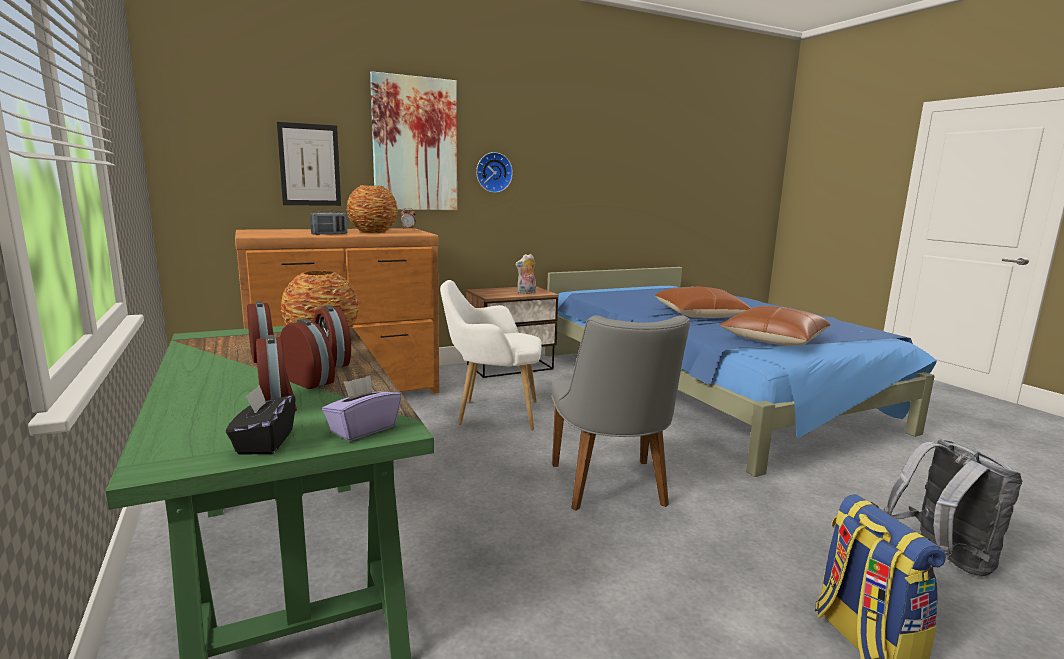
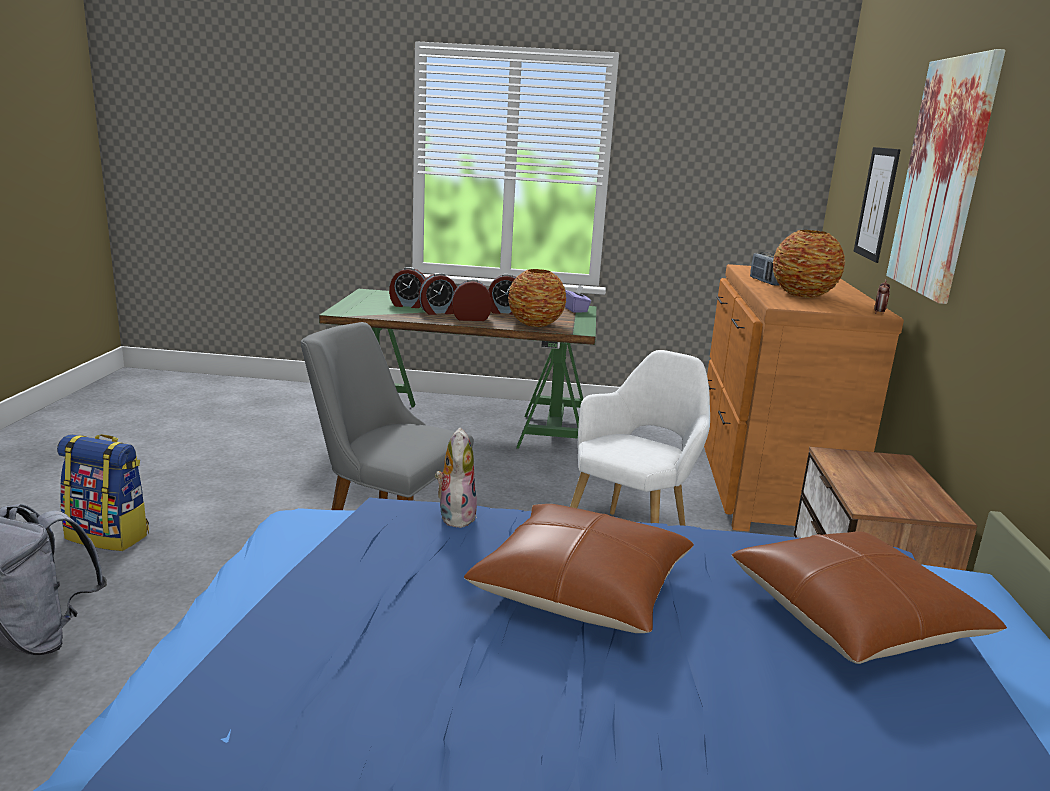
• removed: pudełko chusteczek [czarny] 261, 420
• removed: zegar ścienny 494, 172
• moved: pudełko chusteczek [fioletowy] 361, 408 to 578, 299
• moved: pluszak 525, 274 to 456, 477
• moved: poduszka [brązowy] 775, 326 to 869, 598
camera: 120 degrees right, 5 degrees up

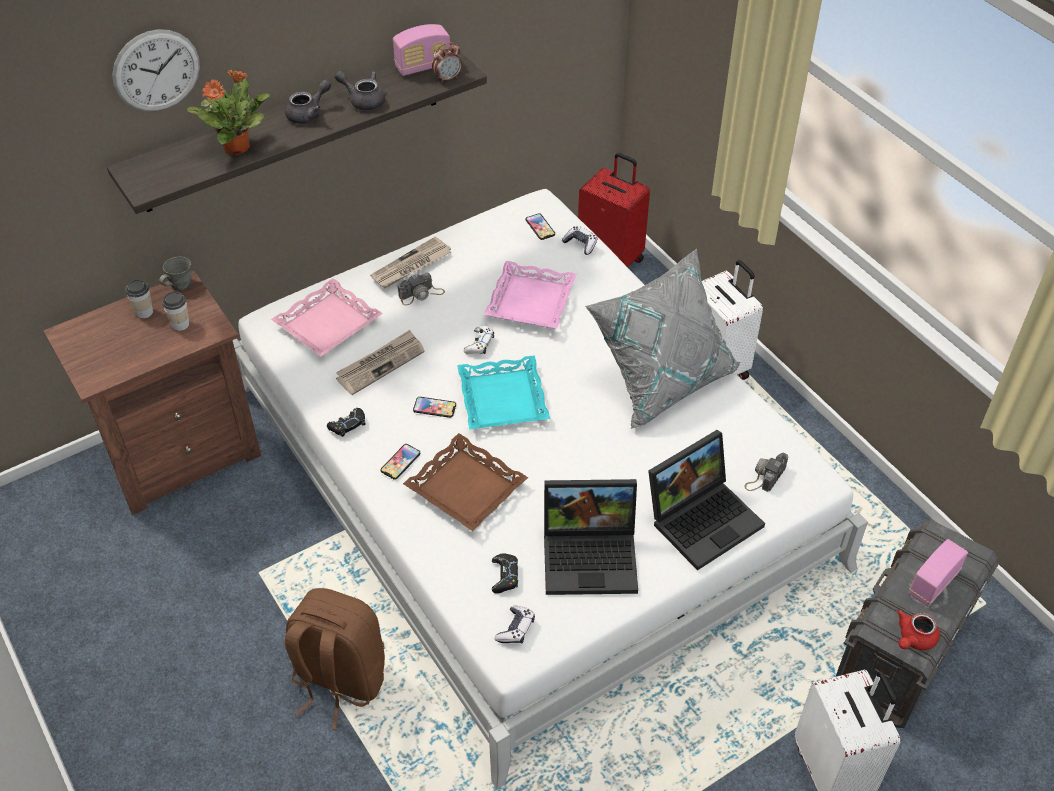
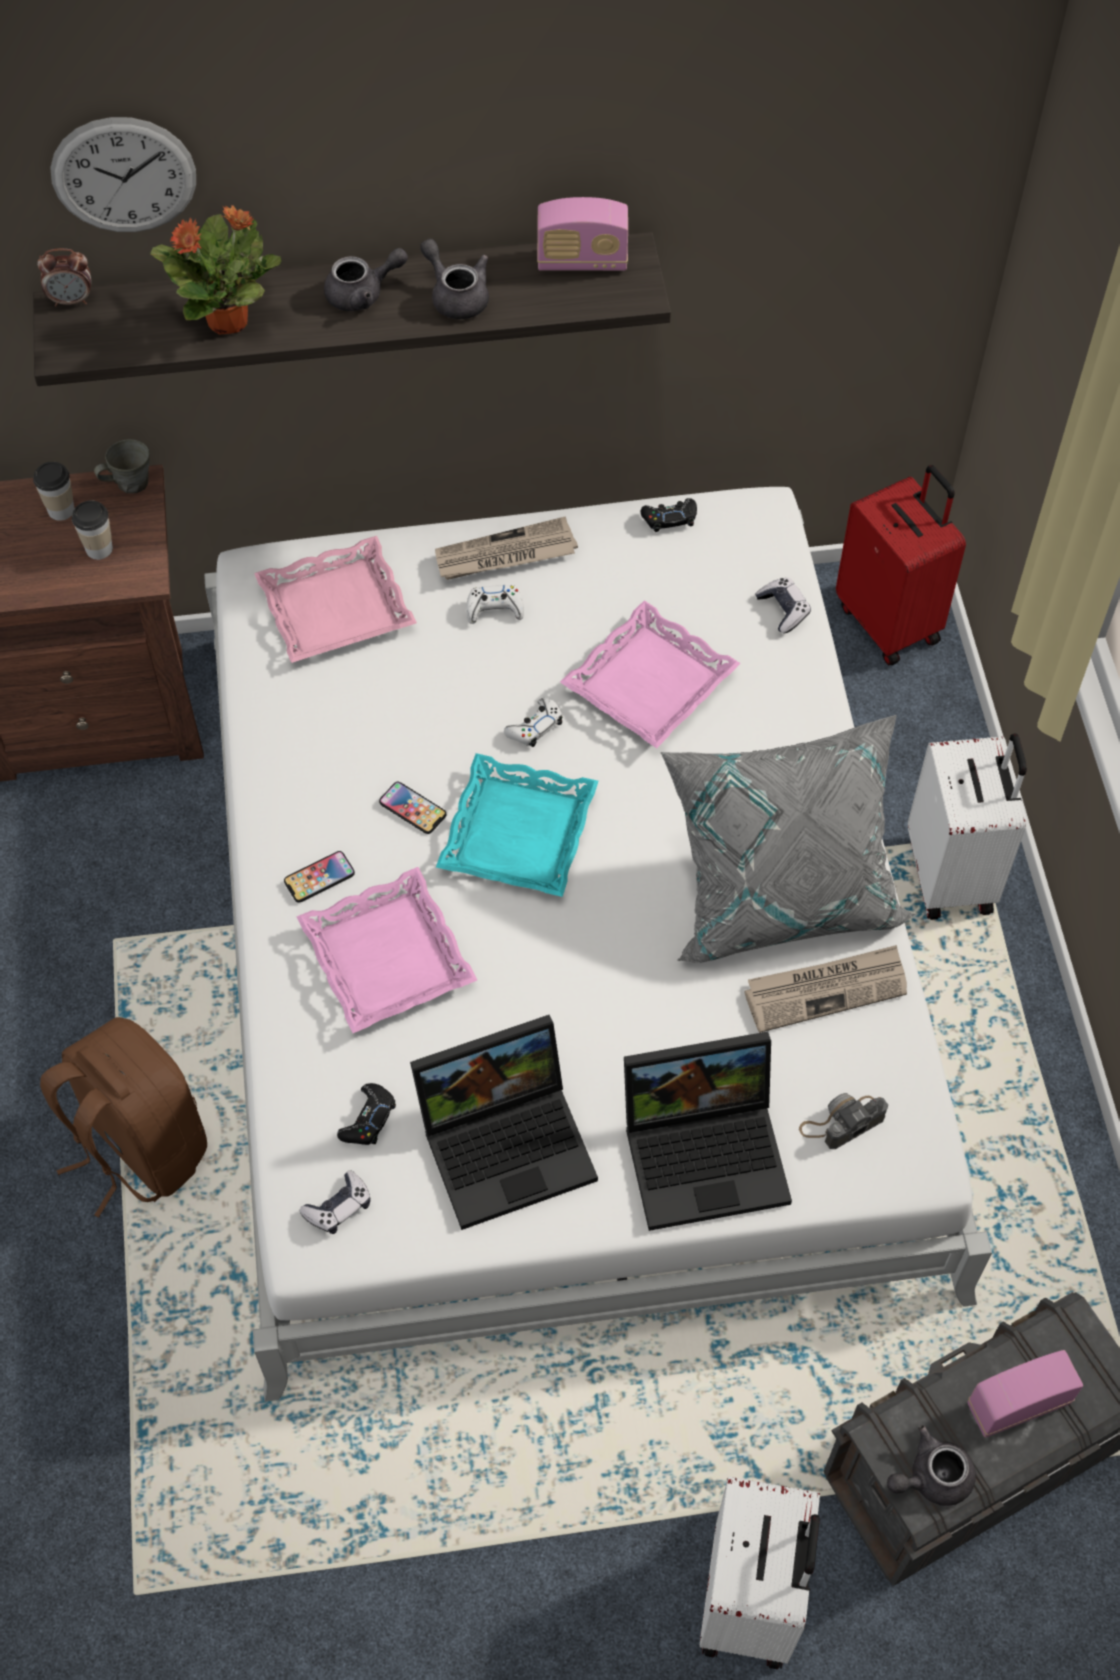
• removed: telefon 540, 226
• moved: pad do gier [czarny] 346, 422 to 669, 515
• moved: gazeta 380, 362 to 825, 989
• moved: budzik 447, 62 to 64, 277
• replaced: aparat fotograficzny 421, 289 to pad do gier [biały] 495, 604
• recoloured: taca [brązowy] 465, 482 to taca [różowy] 387, 950
• recoloured: imbryk [czerwony] 918, 630 to imbryk [szary] 931, 1465
• turned: laptop 591, 537 = 504, 1122 45 degrees counterclockwise
camera: 25 degrees right, 10 degrees up

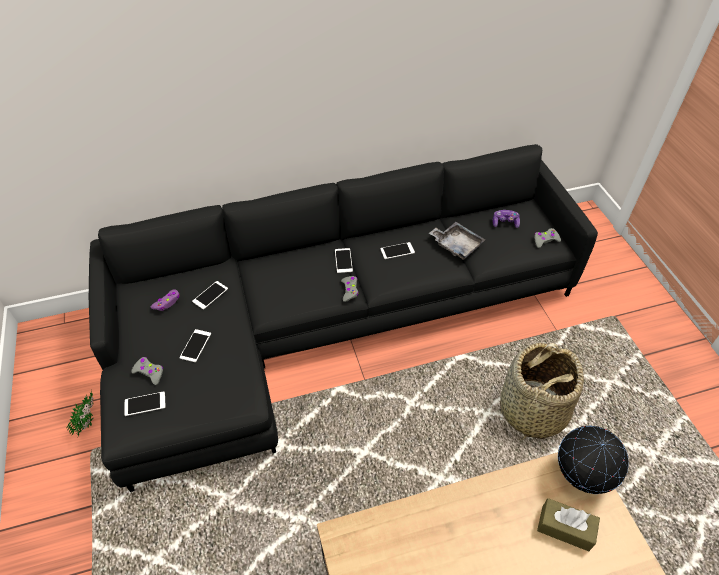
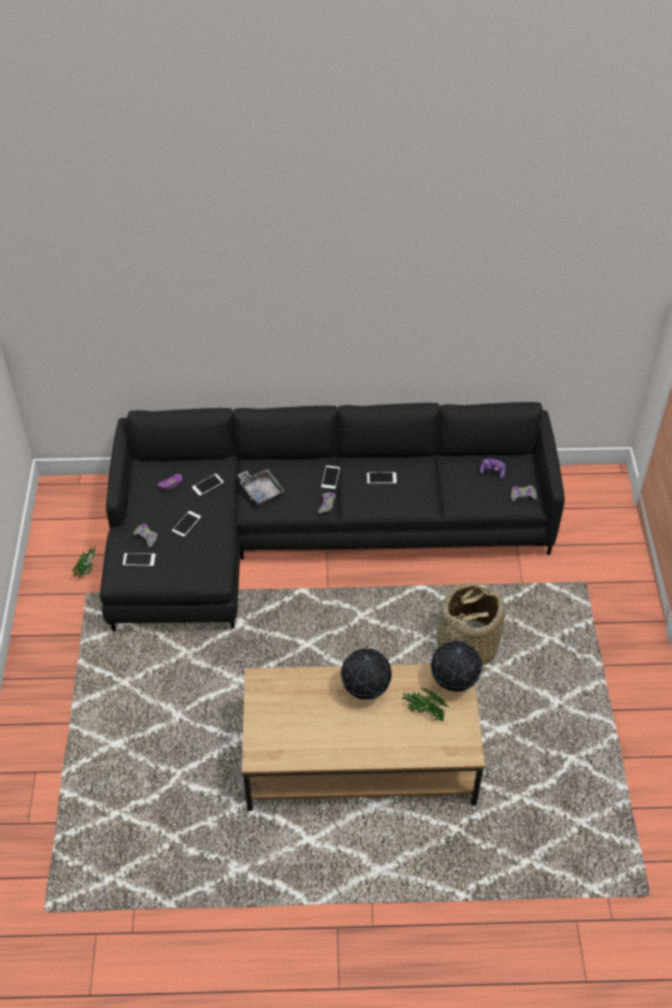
• added: globus 366, 674
• moved: taca [szary] 457, 241 to 261, 486
• replaced: pudełko chusteczek [brązowy] 568, 524 to roślina doniczkowa 425, 704
camera: 15 degrees right, 0 degrees up

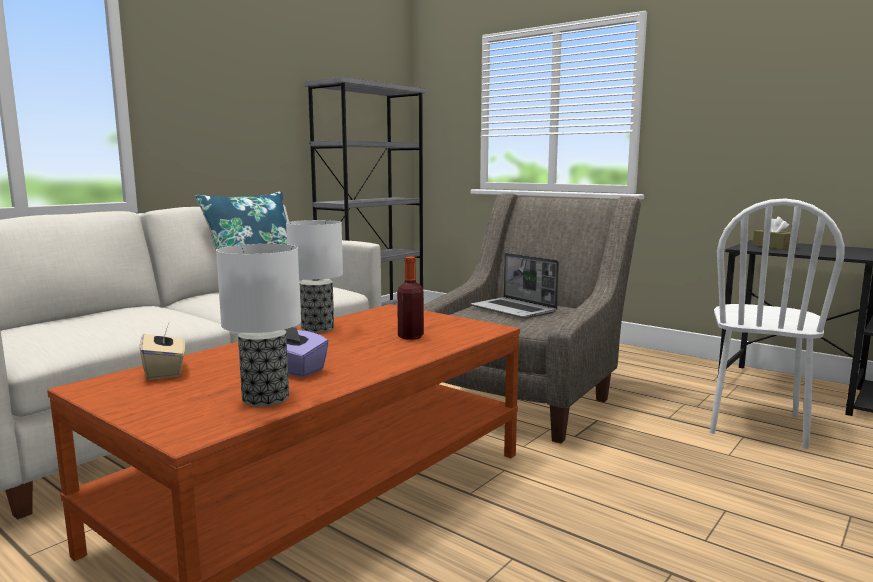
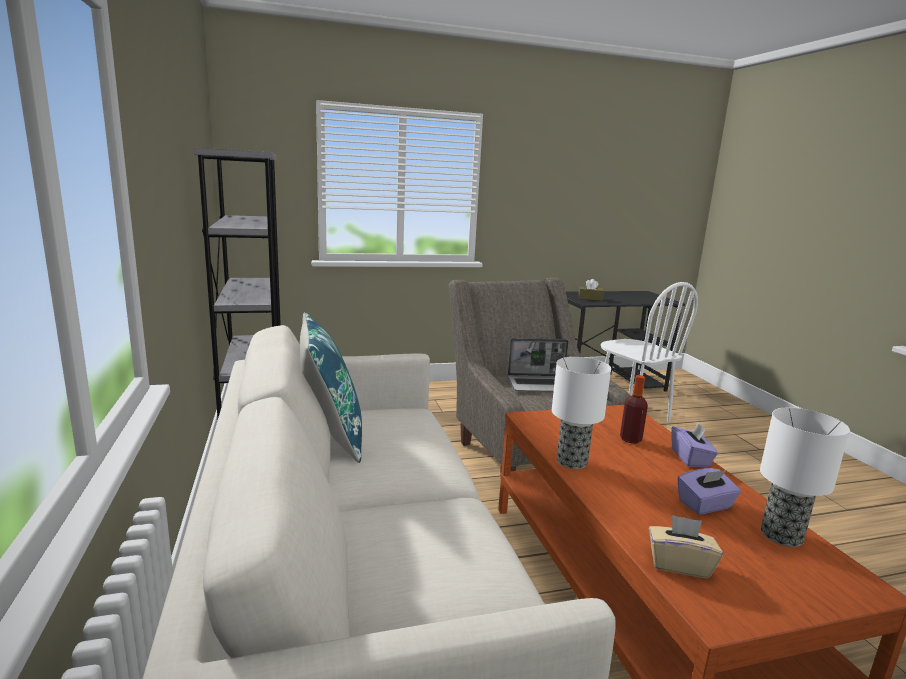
• added: pudełko chusteczek [fioletowy] 694, 445
camera: 55 degrees left, 5 degrees up

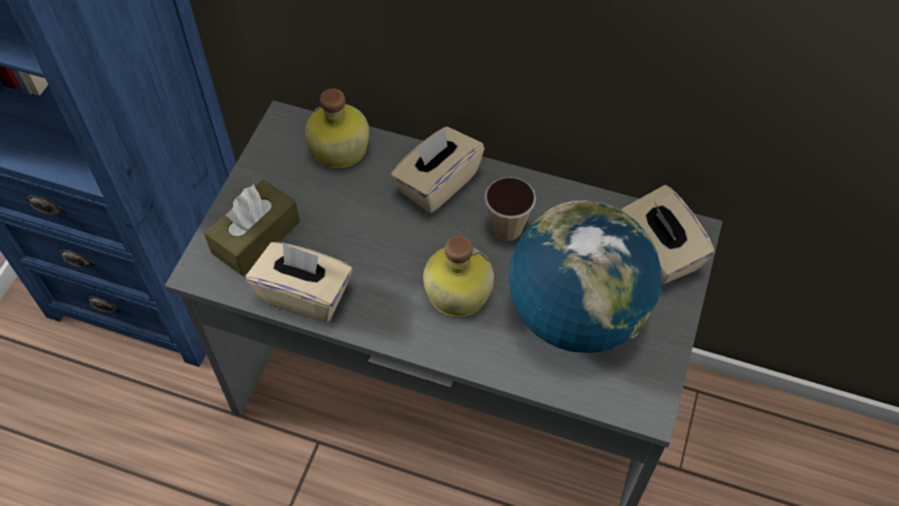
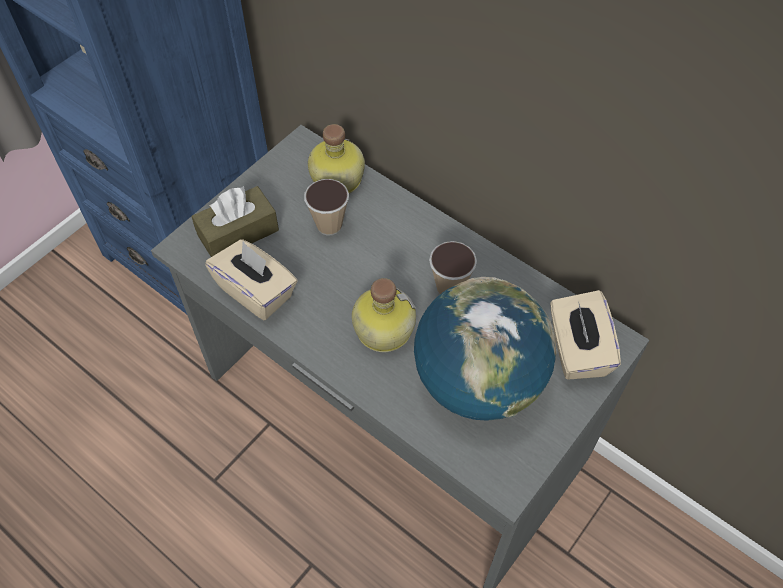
• removed: pudełko chusteczek [beżowy] 437, 169
• added: filiżanka 326, 207
camera: 20 degrees right, 0 degrees up

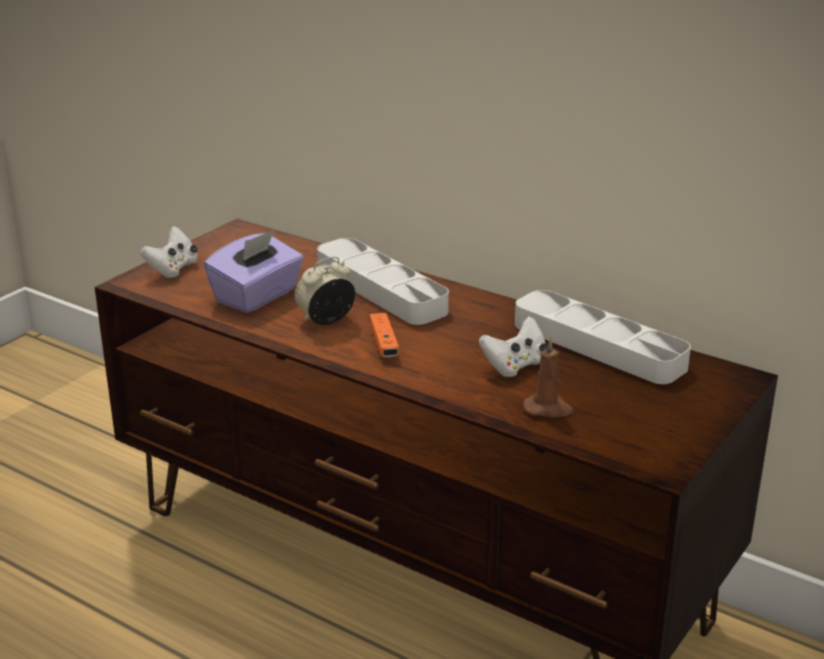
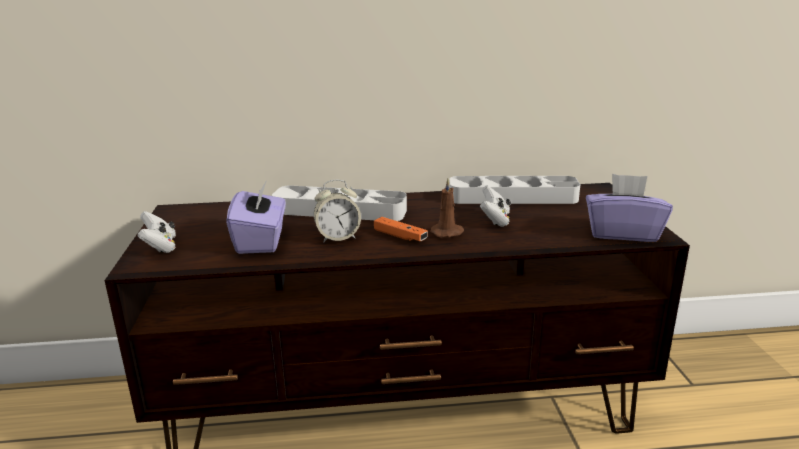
• added: pudełko chusteczek [fioletowy] 629, 208
• moved: świeca [brązowy] 548, 377 to 447, 208
• turned: budzik 325, 291 = 337, 211 120 degrees counterclockwise
camera: 40 degrees left, 5 degrees down

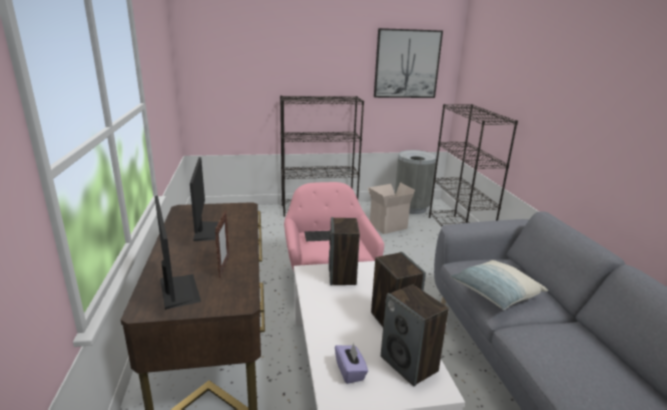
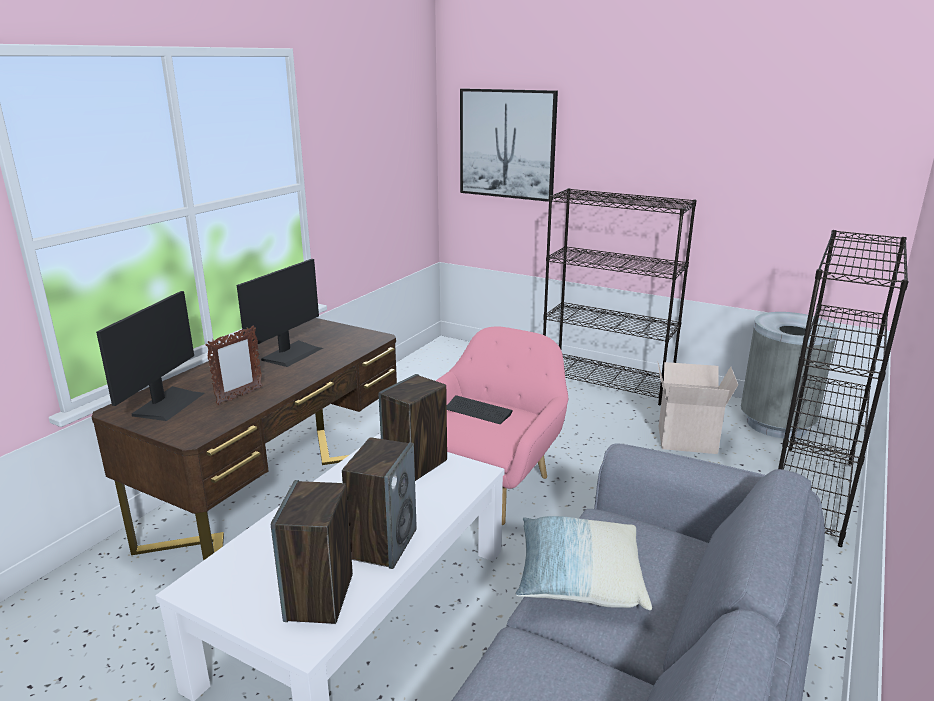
• removed: pudełko chusteczek [fioletowy] 351, 363
• moved: obraz 408, 63 to 509, 145
camera: 40 degrees right, 0 degrees up

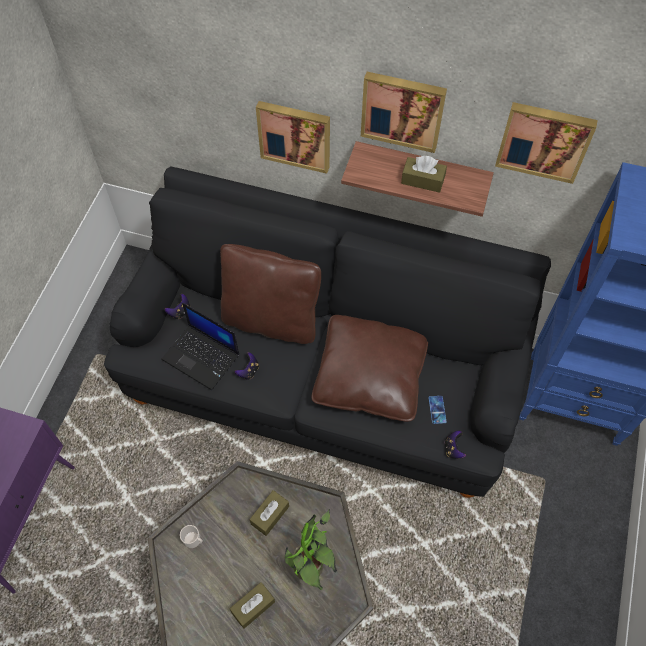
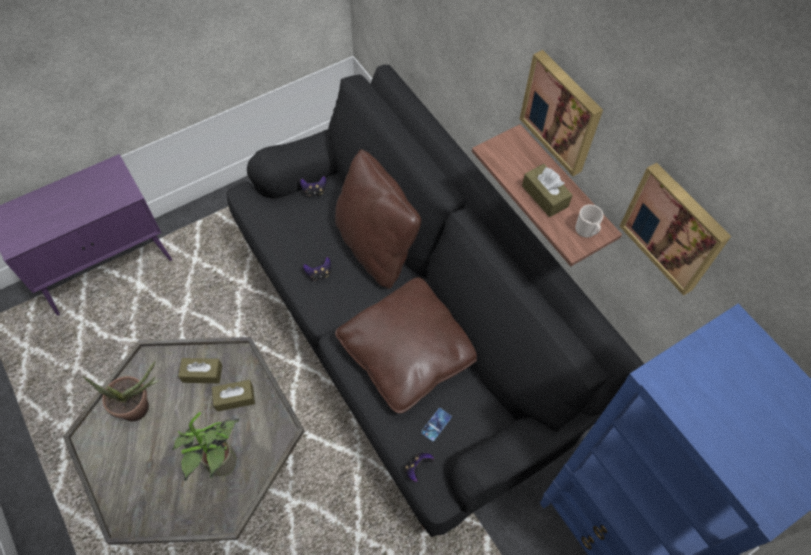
• removed: laptop 200, 346
• removed: obraz 293, 137
• added: roślina doniczkowa 120, 390
• moved: kubek 191, 536 to 589, 221
• moved: pudełko chusteczek [brązowy] 252, 605 to 200, 370
camera: 40 degrees right, 0 degrees up

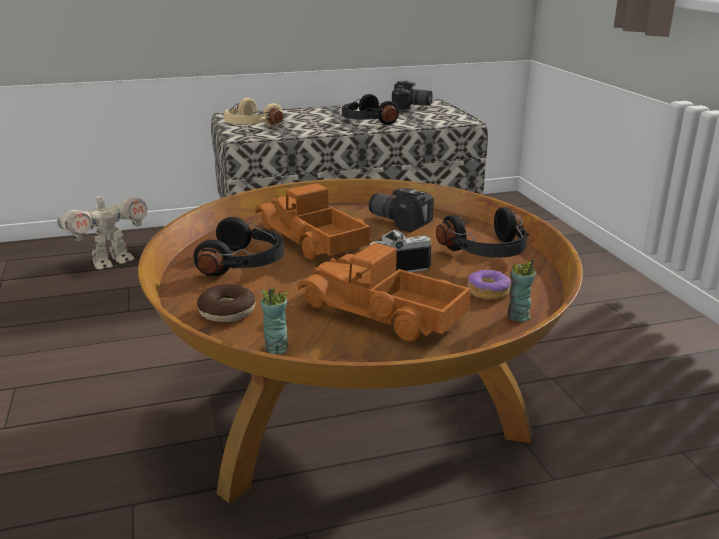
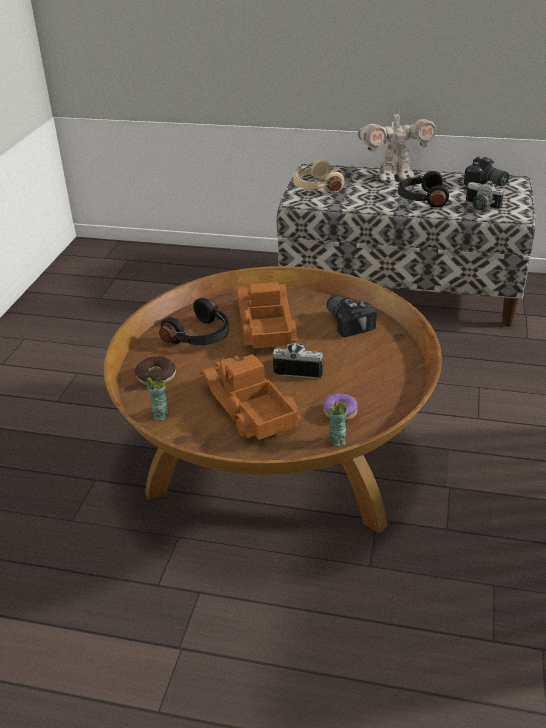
• removed: słuchawki [czarny] 482, 233
• added: aparat fotograficzny 485, 195
• moved: robot zabawkowy 102, 229 to 397, 145
camera: 30 degrees right, 10 degrees up

